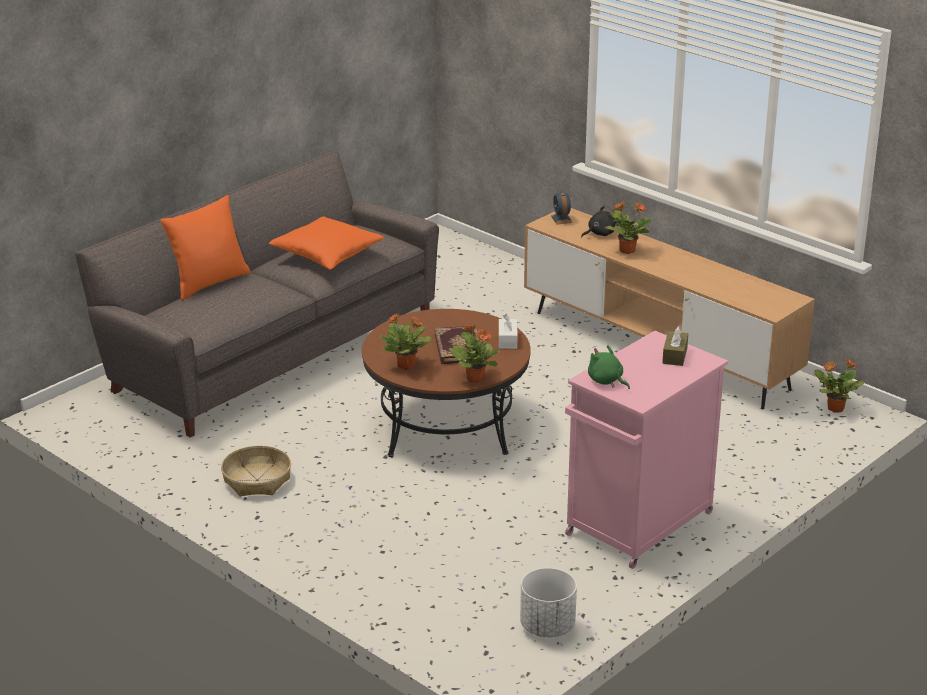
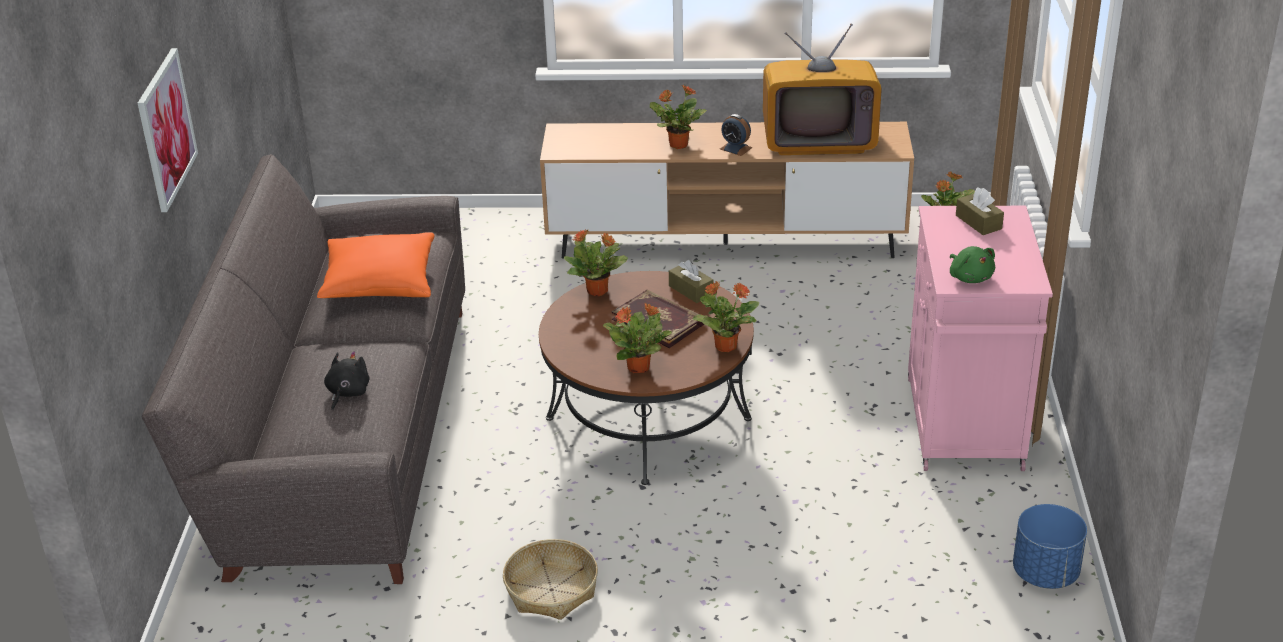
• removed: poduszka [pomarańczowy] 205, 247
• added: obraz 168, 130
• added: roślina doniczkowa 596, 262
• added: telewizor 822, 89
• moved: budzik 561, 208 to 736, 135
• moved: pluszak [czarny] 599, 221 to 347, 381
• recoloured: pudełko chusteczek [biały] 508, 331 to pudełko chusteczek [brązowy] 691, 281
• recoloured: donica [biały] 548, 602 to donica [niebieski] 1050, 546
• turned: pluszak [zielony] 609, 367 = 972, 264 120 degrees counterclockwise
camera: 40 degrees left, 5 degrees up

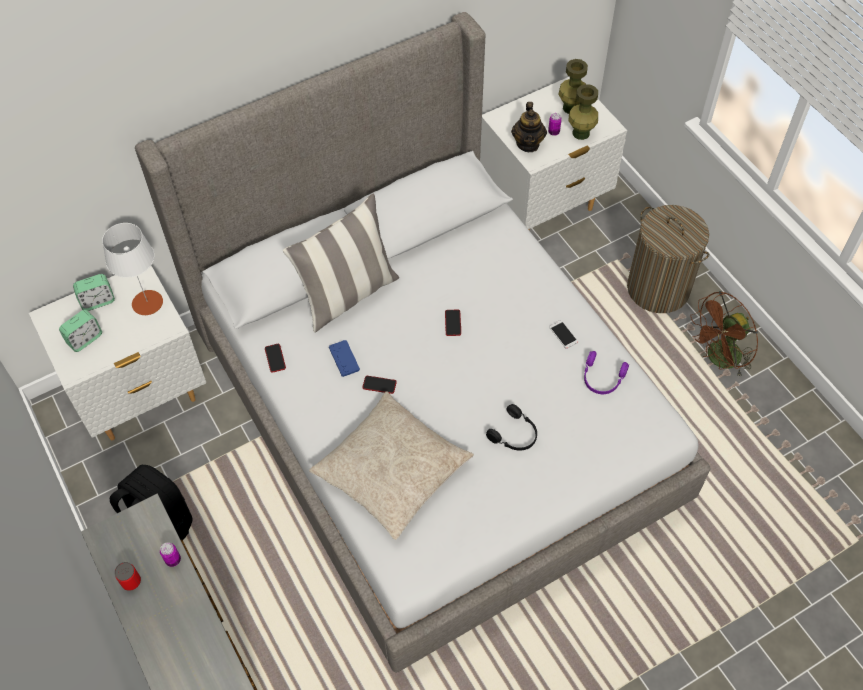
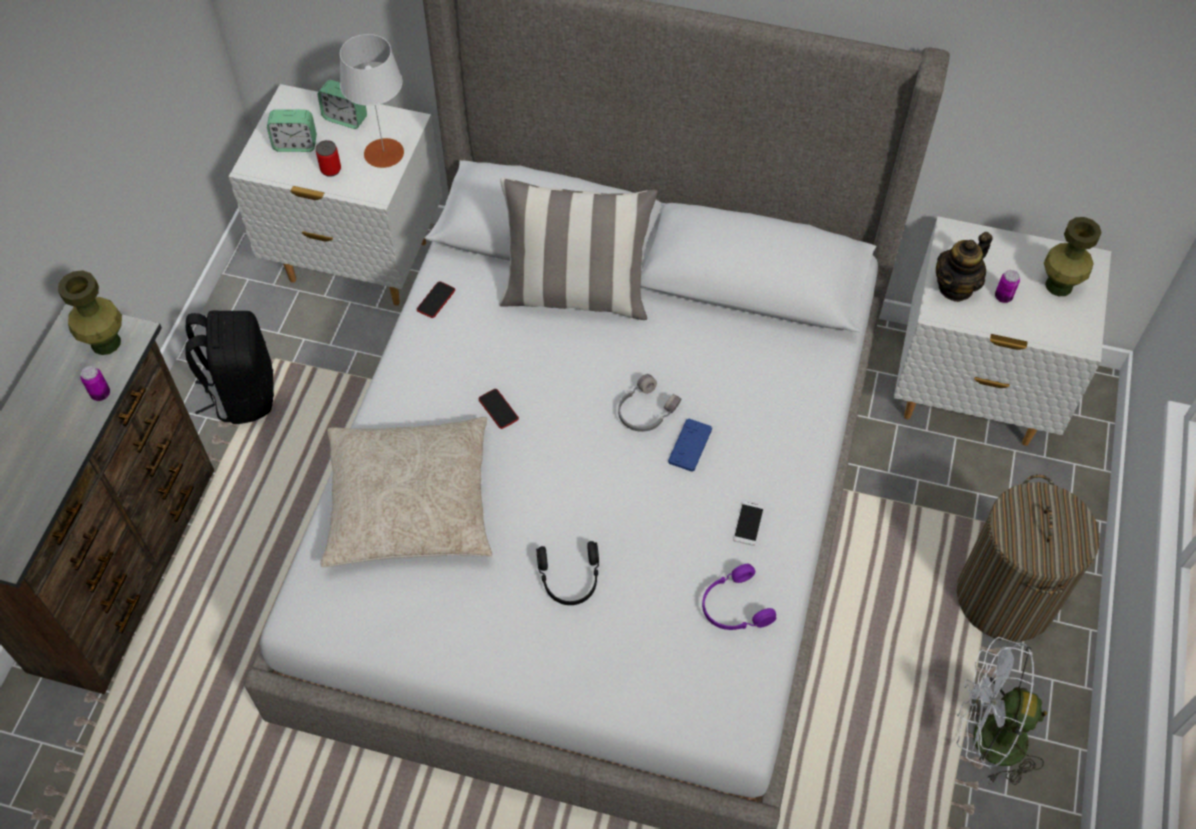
• moved: puszka 127, 576 to 328, 158
• moved: pad do gier [niebieski] 344, 358 to 690, 445
• moved: wazon [zielony] 583, 112 to 90, 312
• replaced: telefon 453, 323 to słuchawki [szary] 649, 403
• recoloured: wentylator [brązowy] 724, 334 to wentylator [biały] 1002, 711
camera: 45 degrees right, 0 degrees up

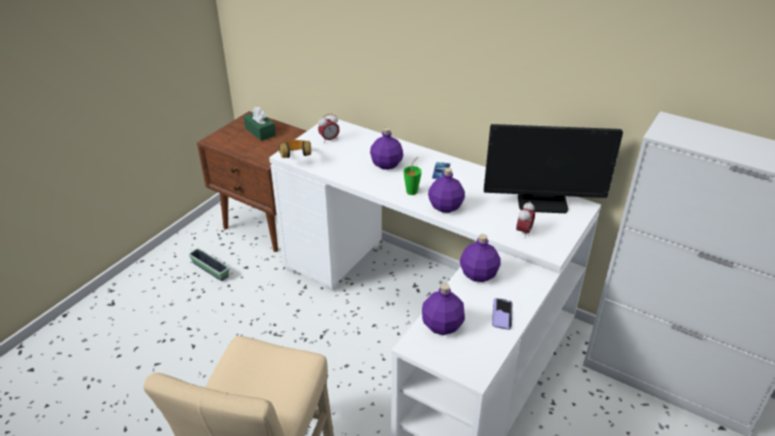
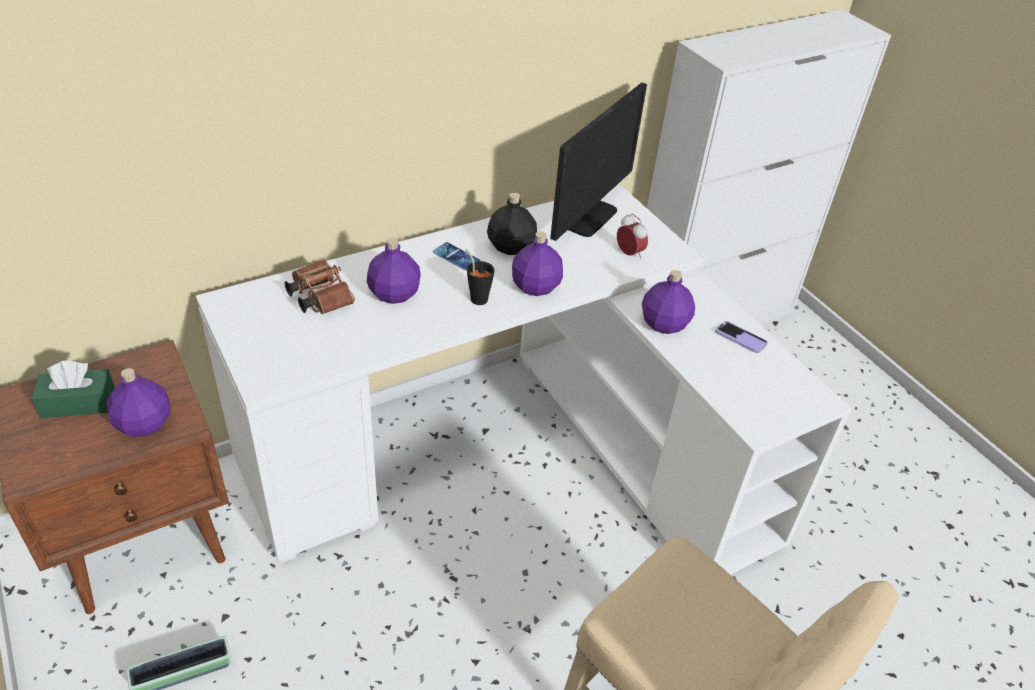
• removed: słuchawki 295, 149
• removed: budzik 329, 128
• added: lornetka [brązowy] 320, 286
• added: butelka [czarny] 512, 223
• moved: butelka [fioletowy] 443, 309 to 138, 402
• recoloured: filiżanka [zielony] 412, 176 to filiżanka [czarny] 480, 277
camera: 65 degrees left, 5 degrees up

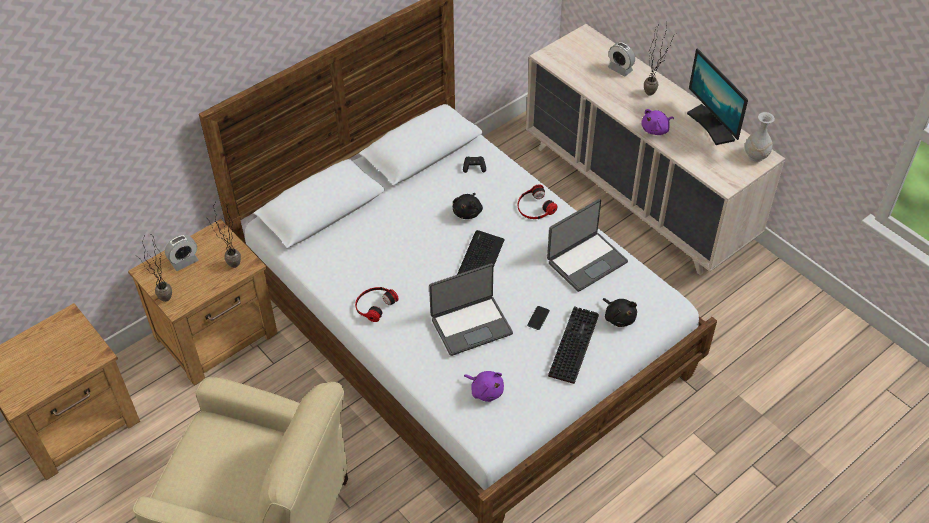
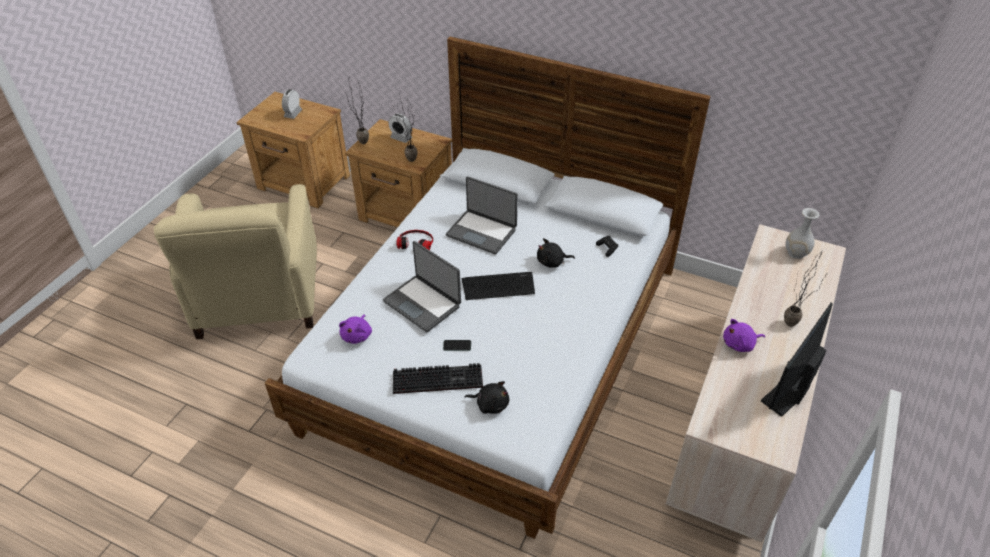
• removed: słuchawki 537, 201
• moved: laptop 587, 245 to 482, 215
• moved: budzik 621, 59 to 292, 104
• moved: wazon [biały] 760, 137 to 802, 233
• turned: pluszak [czarny] 620, 312 = 487, 397 105 degrees counterclockwise
• turned: pluszak [fioletowy] 657, 122 = 744, 335 45 degrees counterclockwise
camera: 65 degrees right, 5 degrees down

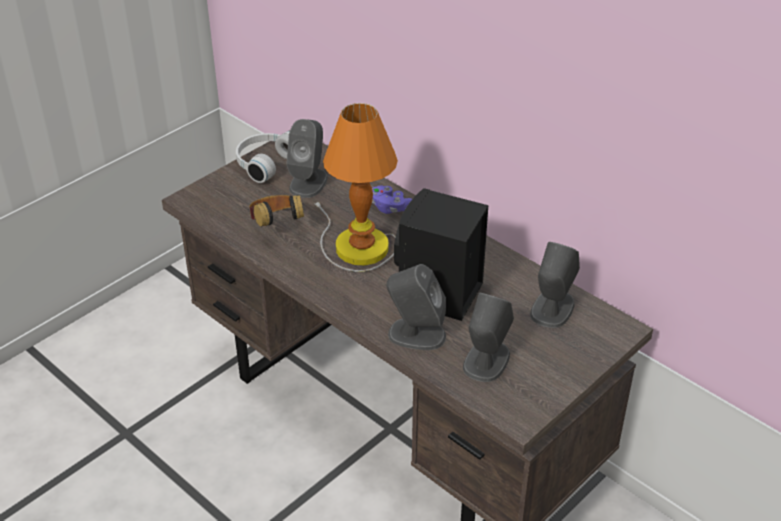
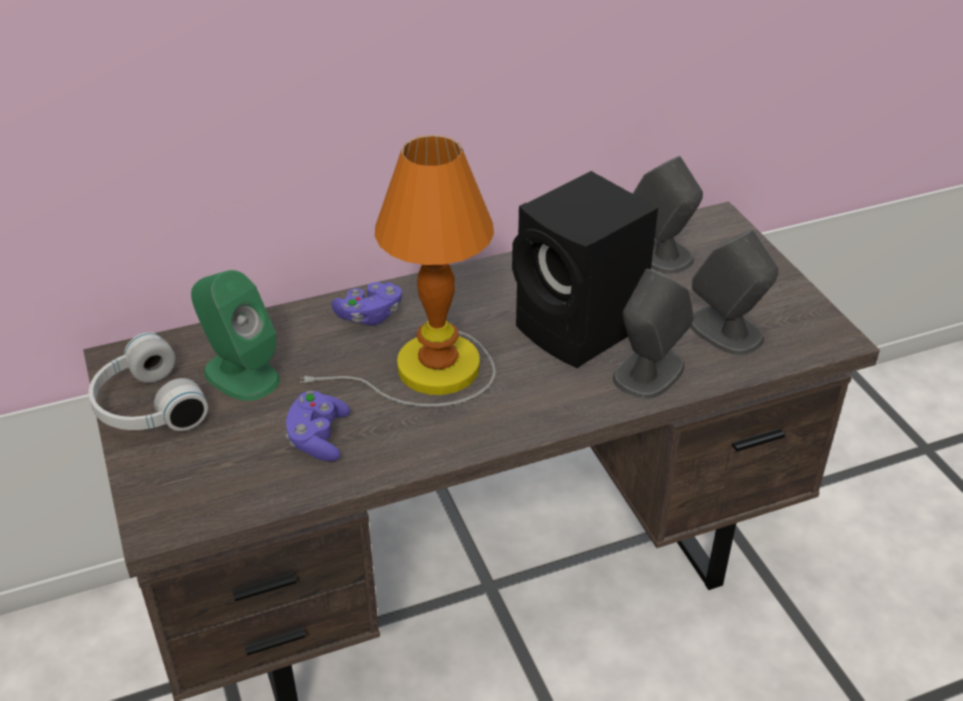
• replaced: słuchawki 276, 210 to pad do gier [fioletowy] 318, 426
• recoloured: głośnik [szary] 307, 158 to głośnik [zielony] 235, 335
camera: 65 degrees left, 0 degrees up

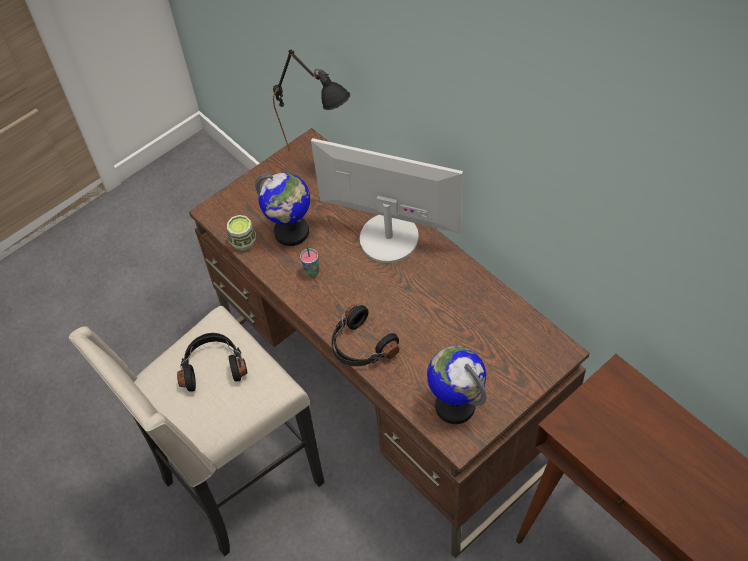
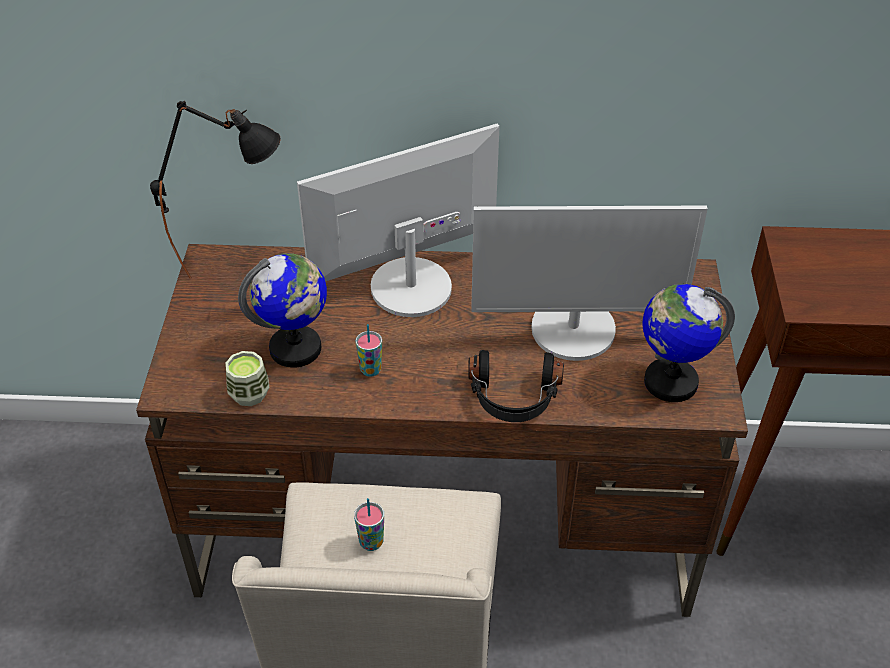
• added: monitor 589, 283
• replaced: słuchawki [czarny] 212, 362 to filiżanka 369, 524
camera: 50 degrees left, 10 degrees down

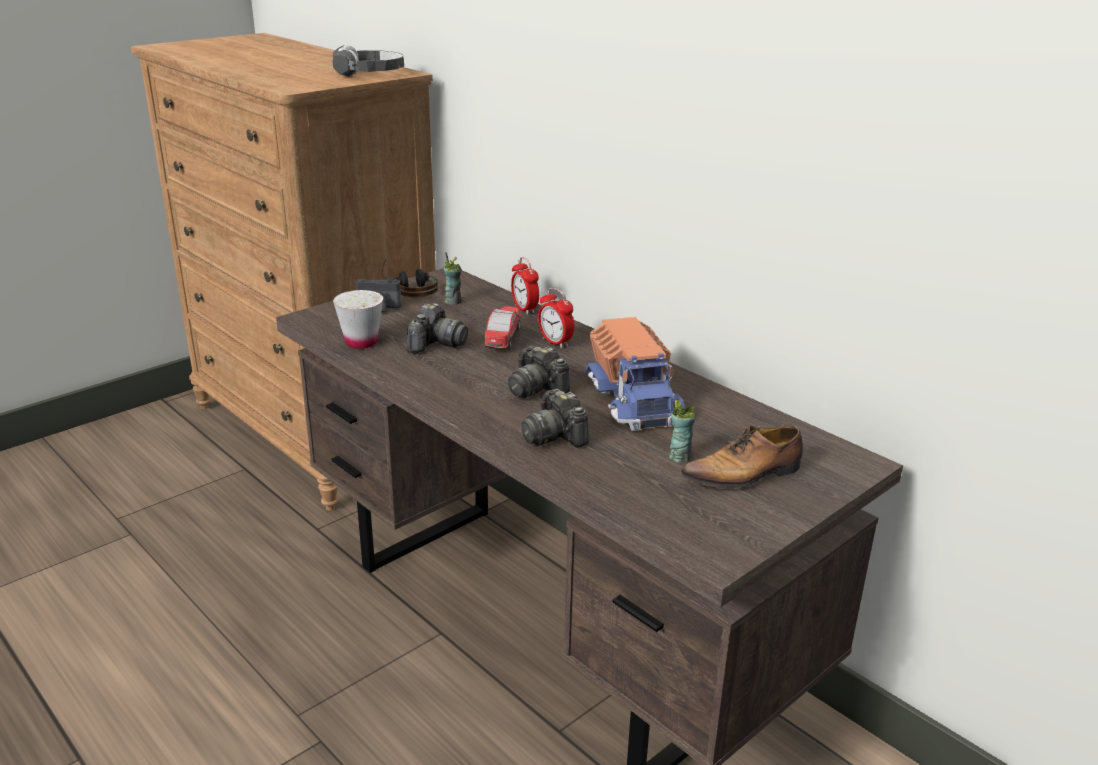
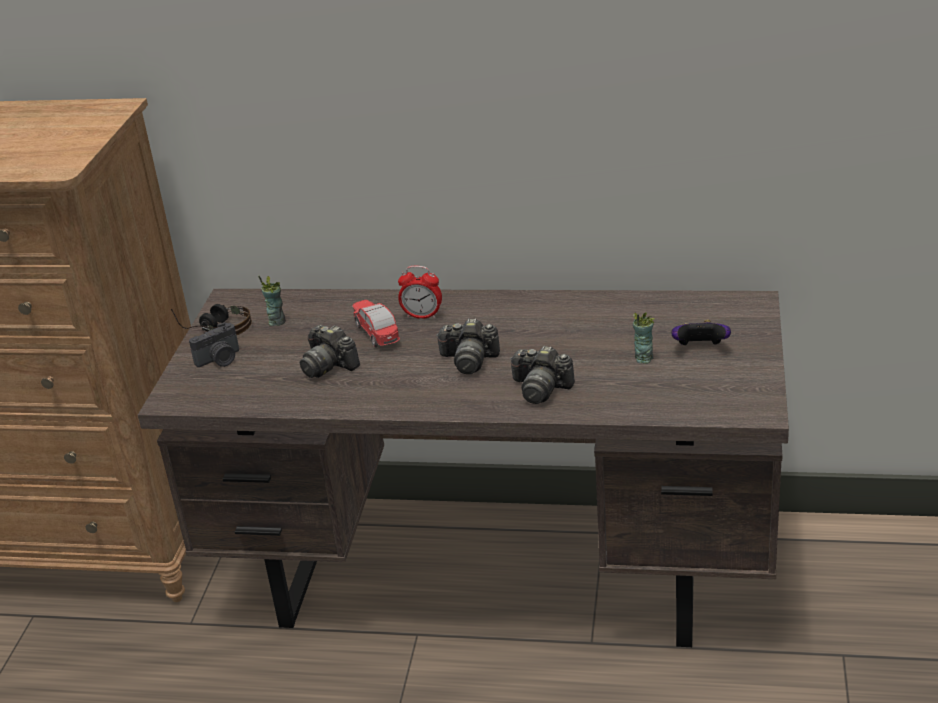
• removed: słuchawki 368, 60
• removed: filiżanka [biały] 358, 319
• removed: budzik 525, 286
• removed: ciężarówka zabawkowa 635, 374
• replaced: but 741, 456 to pad do gier 701, 332
• turned: aparat fotograficzny 437, 328 = 330, 351 150 degrees clockwise
camera: 35 degrees left, 5 degrees up

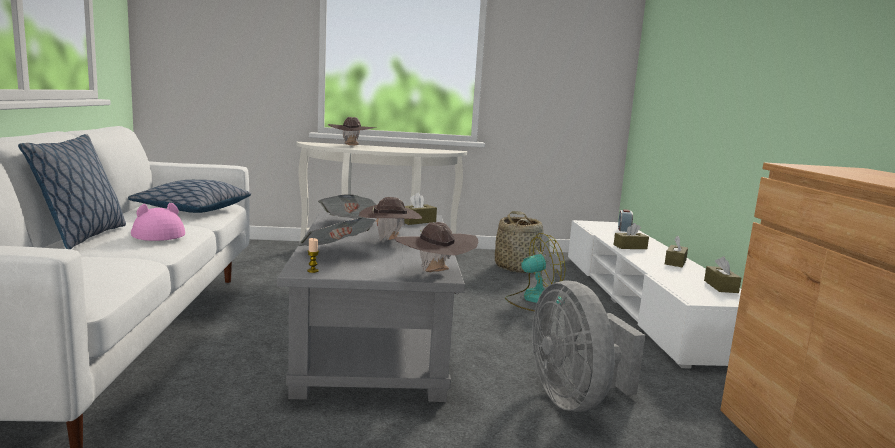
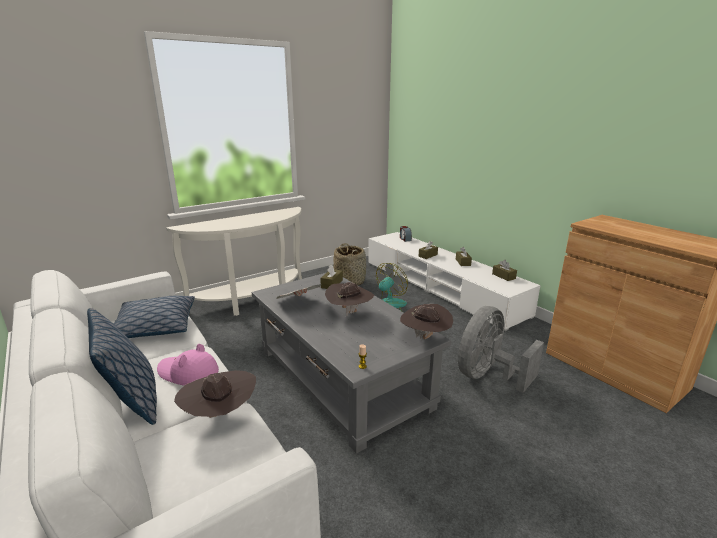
• removed: gazeta 337, 231
• moved: kapelusz [brązowy] 352, 131 to 215, 394
• turned: wentylator [szary] 588, 346 = 501, 349 90 degrees clockwise
camera: 30 degrees left, 10 degrees up

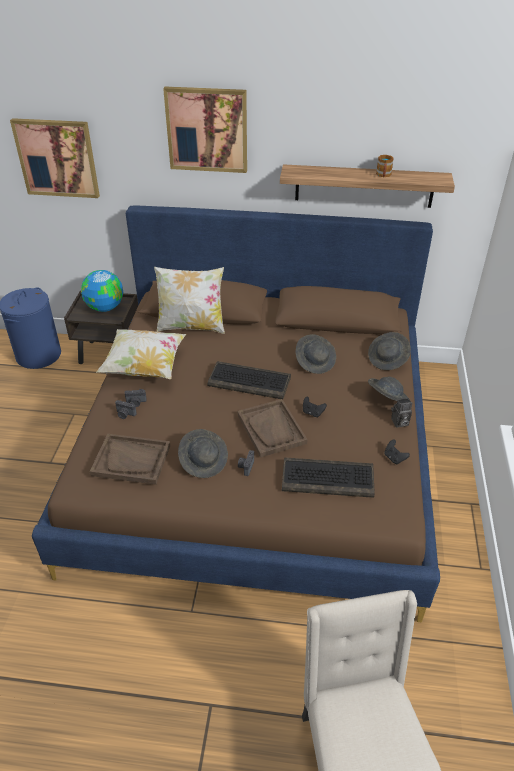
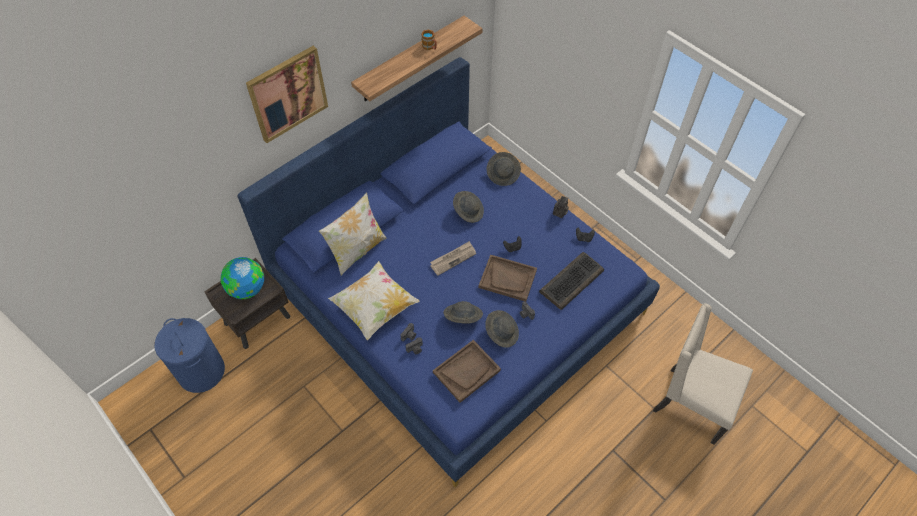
• removed: obraz 55, 158
• moved: kapelusz [szary] 388, 389 to 463, 312
• replaced: klawiatura 249, 380 to gazeta 453, 258
• recoloured: łóżko [brązowy] 236, 413 to łóżko [niebieski] 448, 272
camera: 50 degrees left, 15 degrees up

